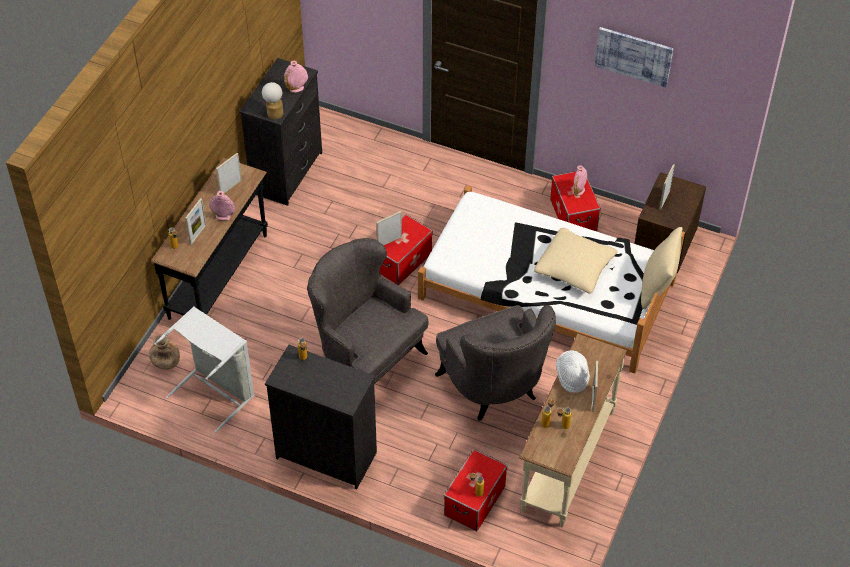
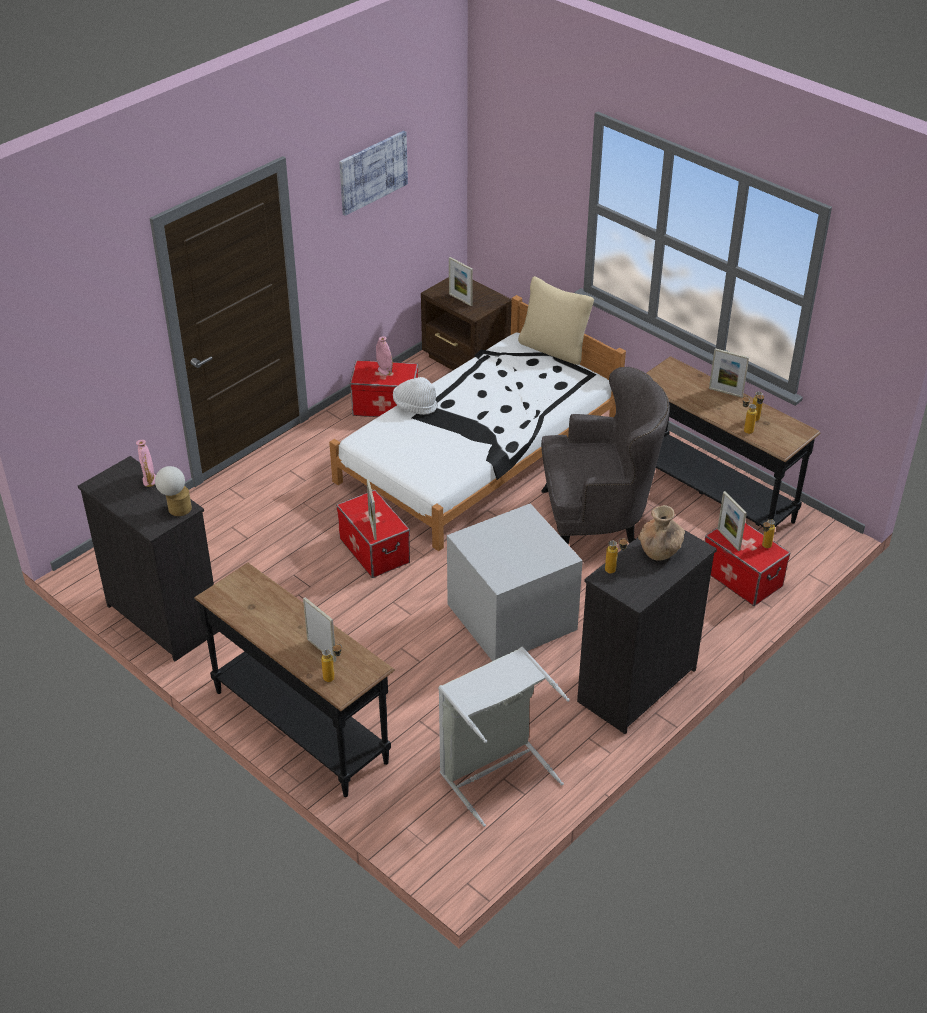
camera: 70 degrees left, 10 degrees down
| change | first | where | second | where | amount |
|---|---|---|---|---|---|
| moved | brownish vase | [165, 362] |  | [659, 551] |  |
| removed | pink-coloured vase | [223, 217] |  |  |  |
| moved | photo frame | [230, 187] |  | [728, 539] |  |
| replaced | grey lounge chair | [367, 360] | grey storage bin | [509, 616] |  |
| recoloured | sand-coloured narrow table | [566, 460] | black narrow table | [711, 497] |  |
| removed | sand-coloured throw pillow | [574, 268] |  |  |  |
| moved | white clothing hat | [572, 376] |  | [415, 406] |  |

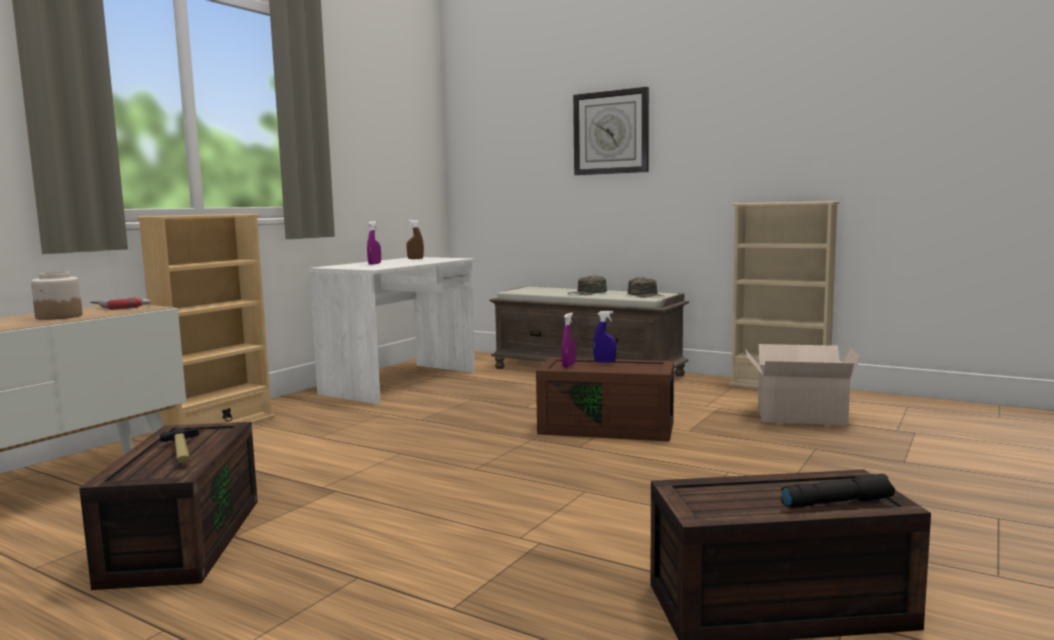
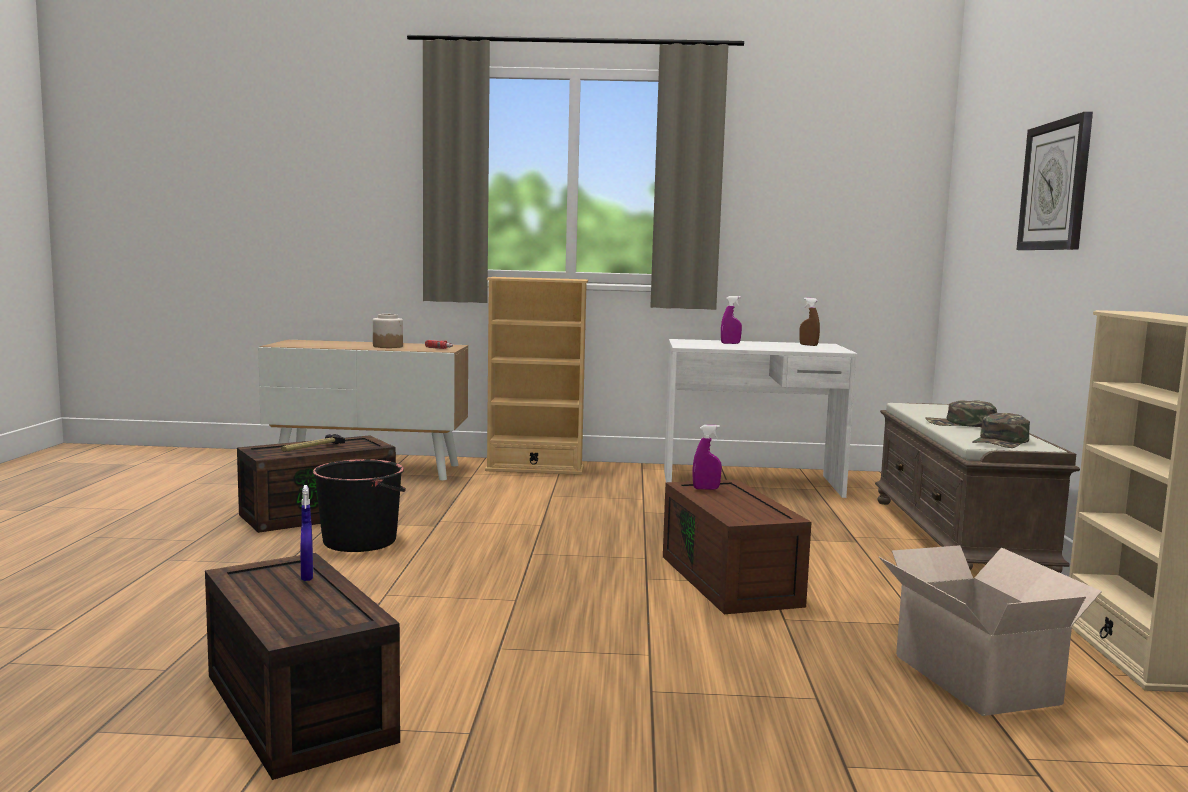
camera: 60 degrees right, 0 degrees up
| change | first | where | second | where | amount |
|---|---|---|---|---|---|
| moved | blue spray bottle | [604, 362] |  | [307, 576] |  |
| removed | black torch | [836, 502] |  |  |  |
| added |  |  | black bucket | [361, 541] |  |

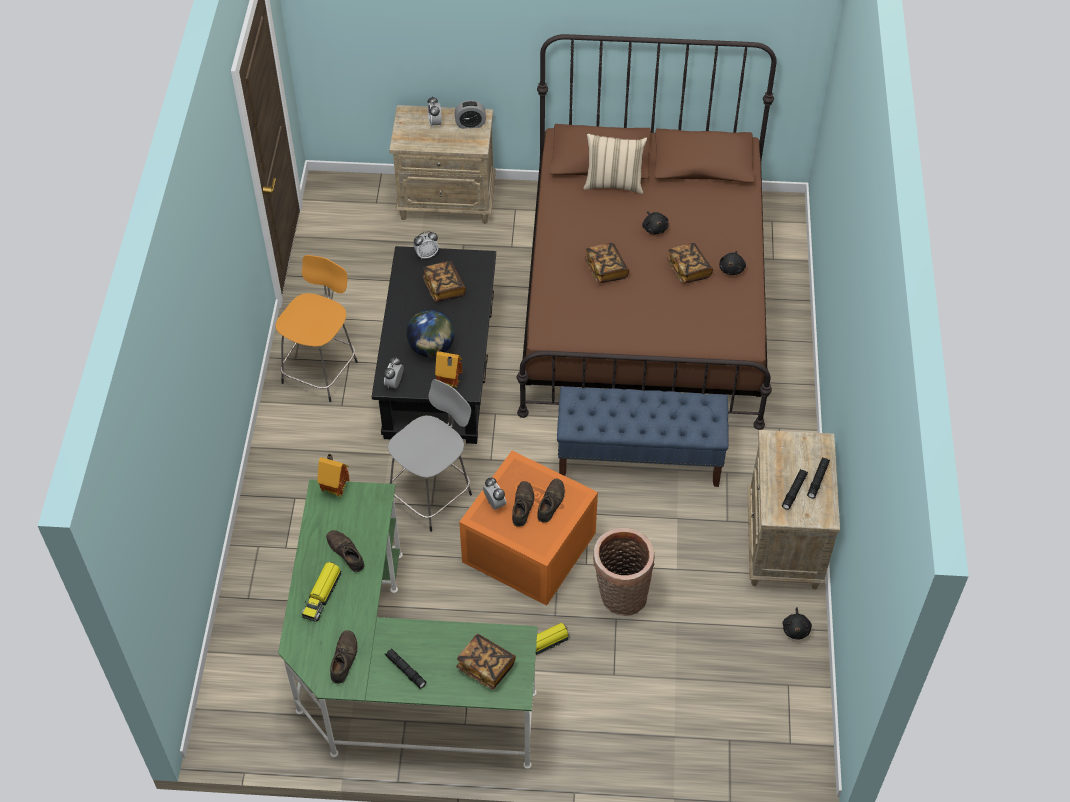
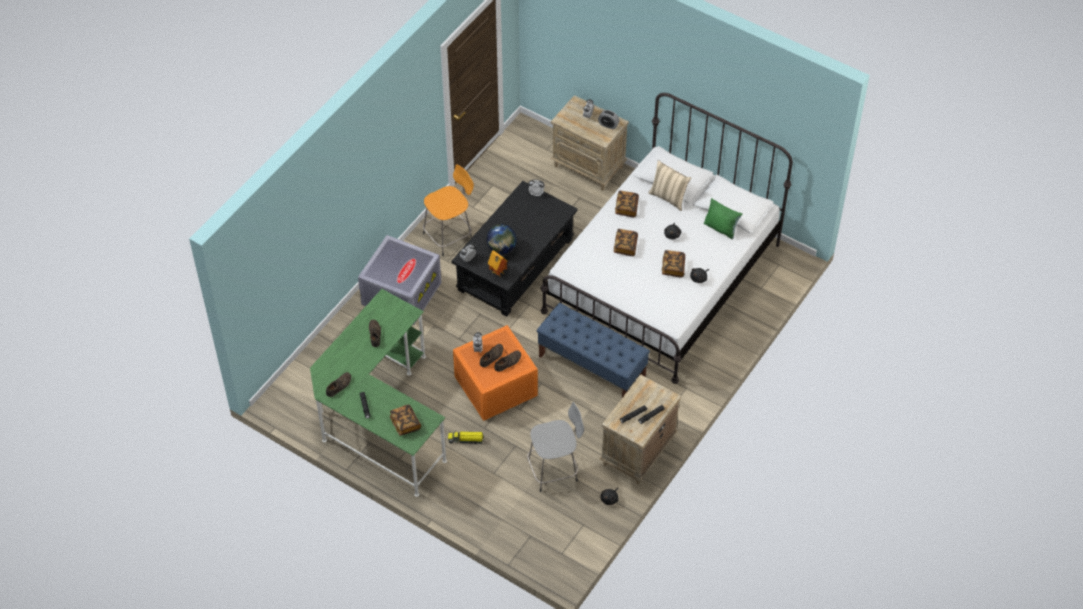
camera: 30 degrees right, 0 degrees up
| change | first | where | second | where | amount |
|---|---|---|---|---|---|
| removed | toy truck | [322, 595] |  |  |  |
| removed | miniature house | [336, 489] |  |  |  |
| moved | grey sitting stool | [432, 494] |  | [554, 470] |  |
| moved | bound book | [444, 288] |  | [626, 208] |  |
| recoloured | brownish bedroom bed | [644, 300] | white bedroom bed | [662, 278] |  |
| removed | household basket | [620, 596] |  |  |  |
| added |  |  | grey storage bin | [401, 292] |  |
| added |  |  | green-coloured throw pillow | [721, 228] |  |

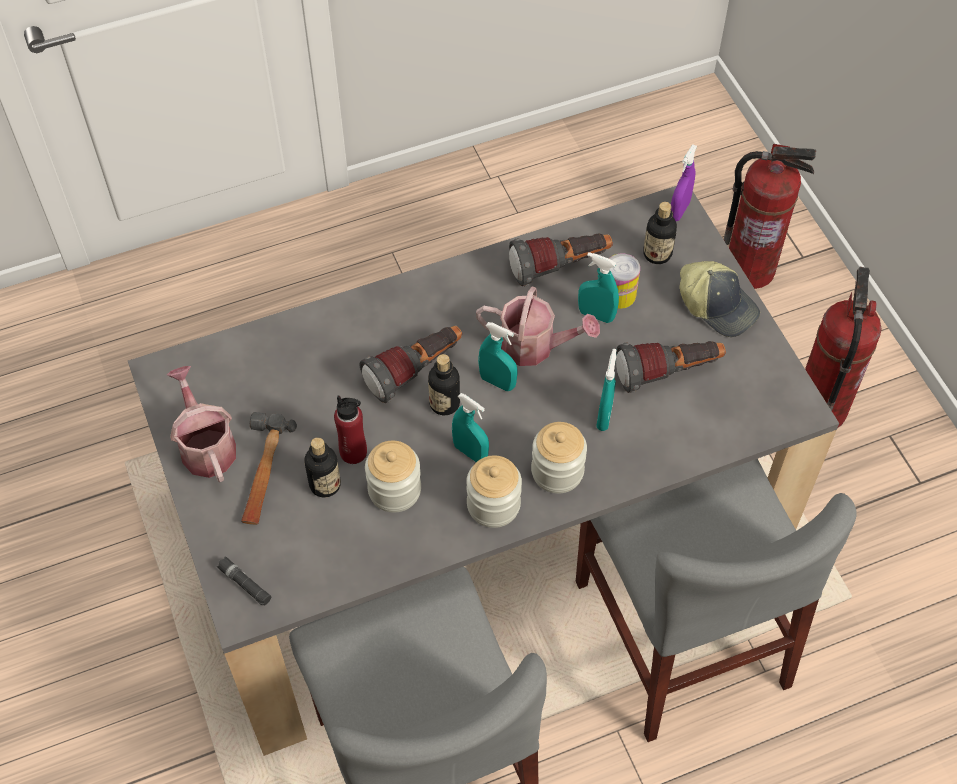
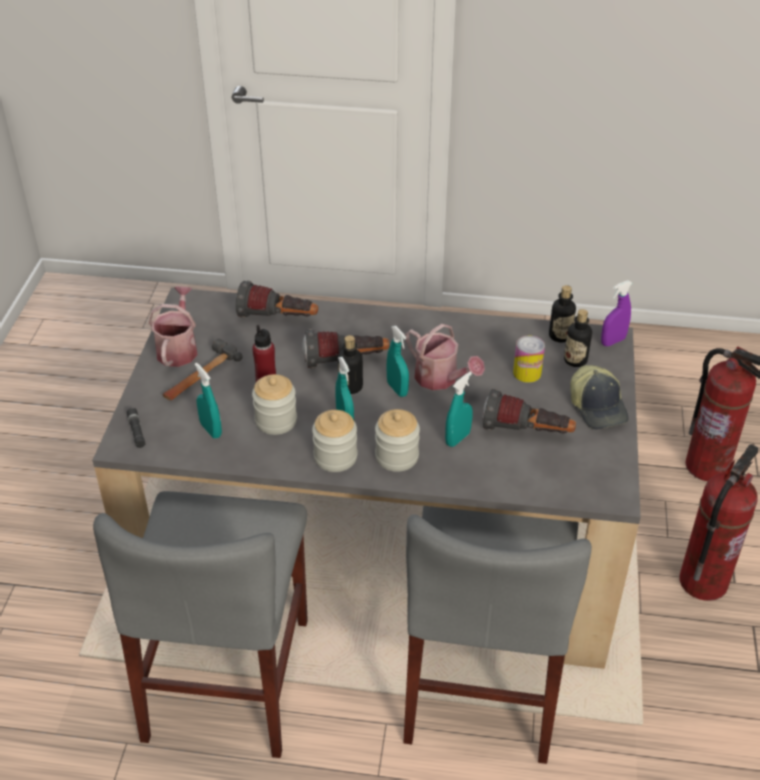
camera: 30 degrees right, 15 degrees down
| change | first | where | second | where | amount |
|---|---|---|---|---|---|
| moved | bottle | [325, 484] |  | [560, 336] |  |
| moved | torch | [560, 267] |  | [278, 318] |  |
| moved | blue-green spray bottle | [596, 315] |  | [211, 430] |  |

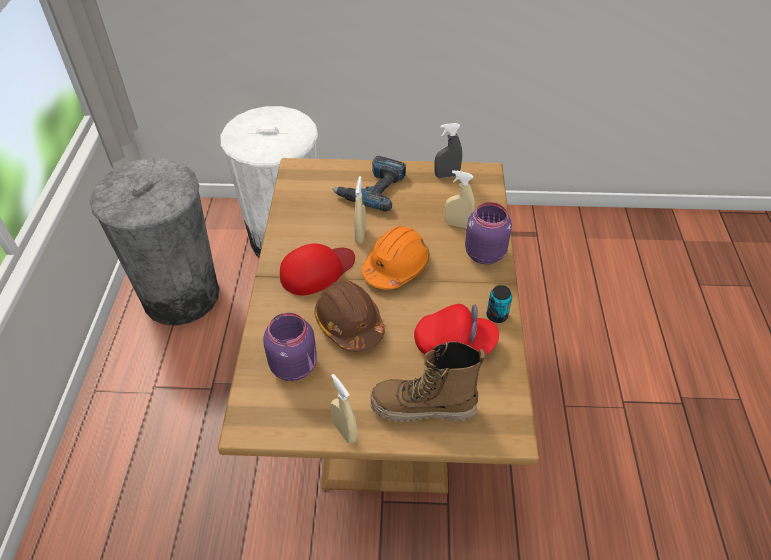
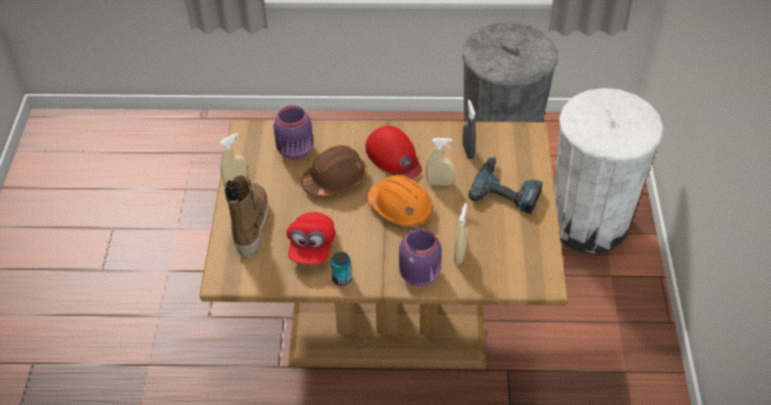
camera: 90 degrees right, 0 degrees up
| change | first | where | second | where | amount |
|---|---|---|---|---|---|
| moved | grey spray bottle | [446, 175] |  | [468, 151] |  |

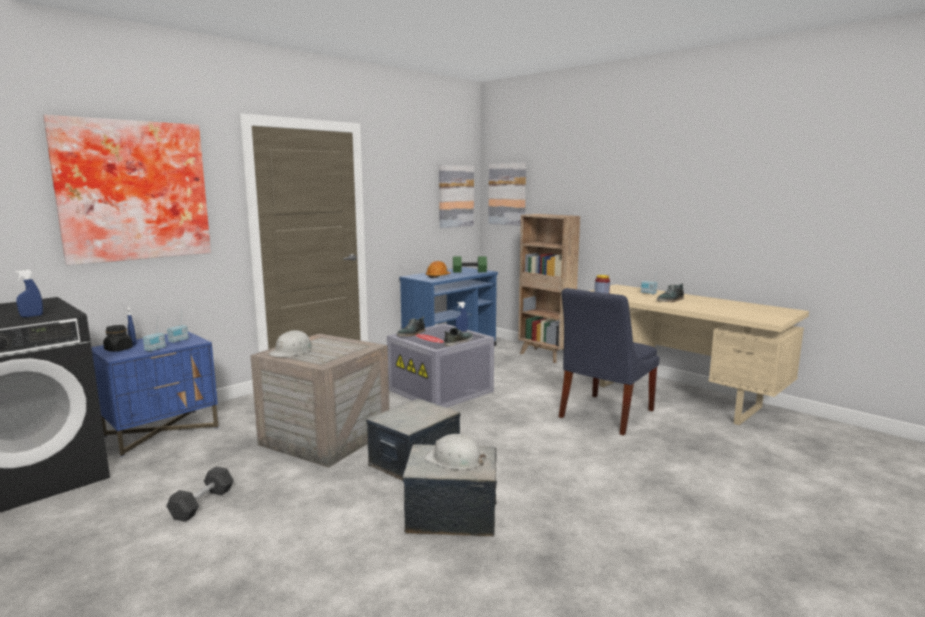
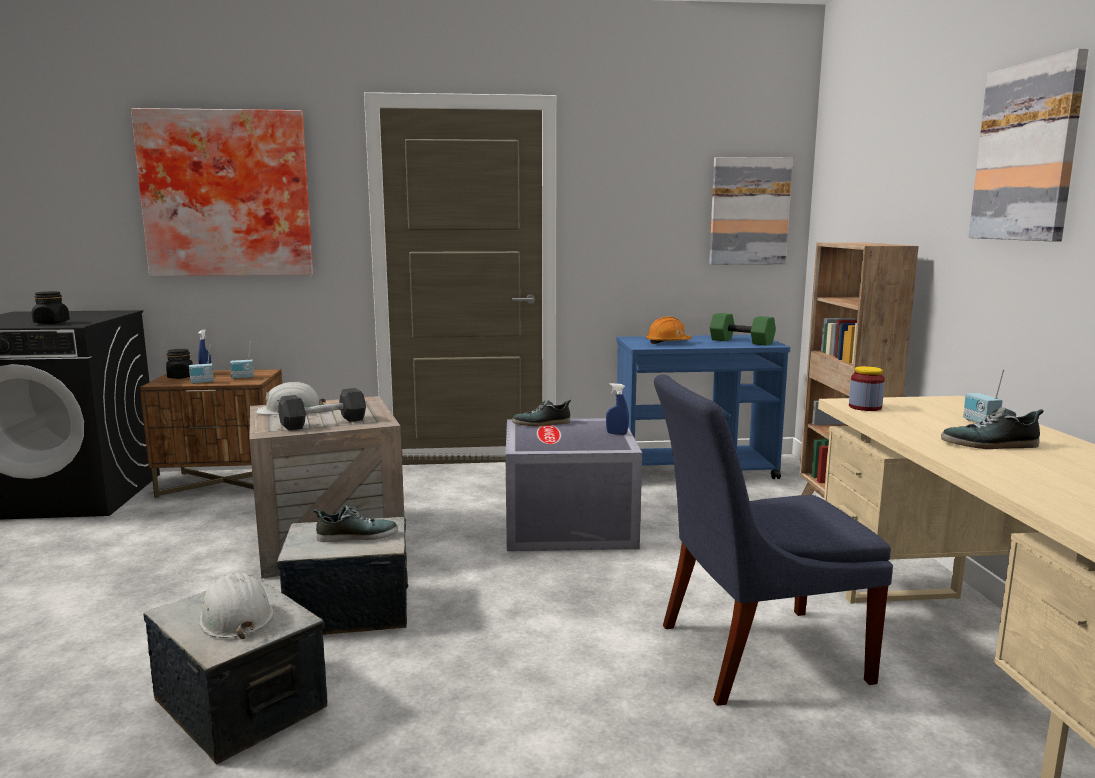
camera: 40 degrees right, 0 degrees up
| change | first | where | second | where | amount |
|---|---|---|---|---|---|
| replaced | blue spray bottle | [32, 316] | black jar | [51, 323] |  |
| recoloured | blue night table | [162, 431] | brownish night table | [225, 483] |  |
| moved | black free weight | [202, 504] |  | [323, 423] |  |
| moved | shoe | [458, 342] |  | [357, 535] |  |
| moved | picture | [507, 194] |  | [1027, 152] |  |

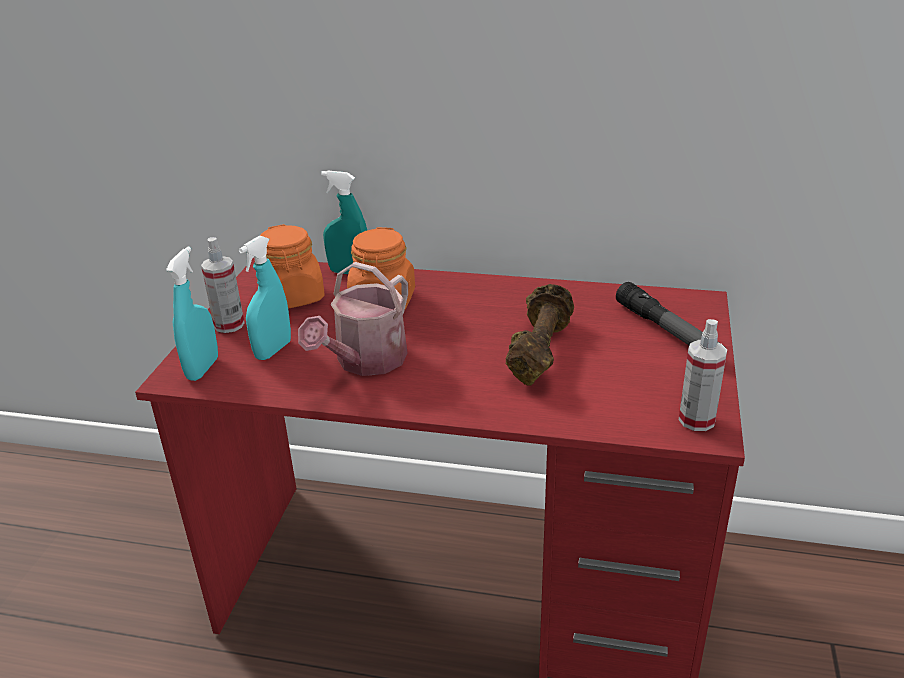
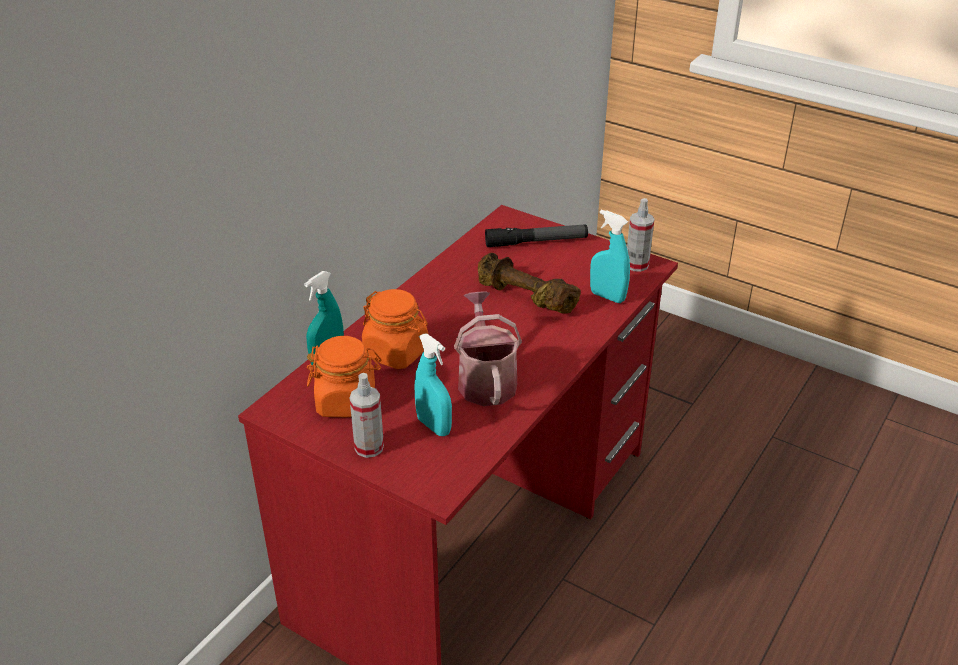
camera: 70 degrees left, 5 degrees up
| change | first | where | second | where | amount |
|---|---|---|---|---|---|
| moved | blue-green spray bottle | [202, 368] |  | [607, 296] |  |
| turned | watering can | [365, 362] |  | [486, 379] | 150 degrees counterclockwise |

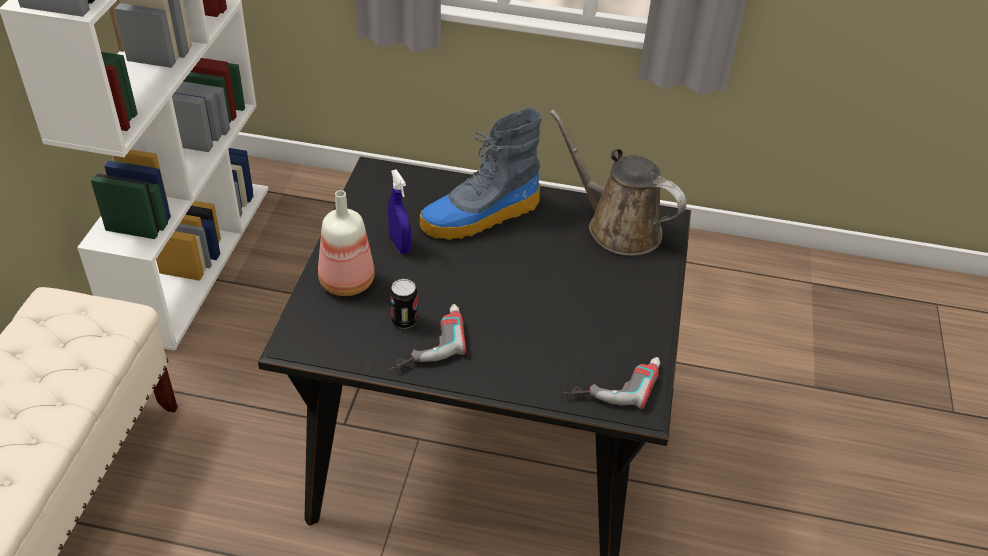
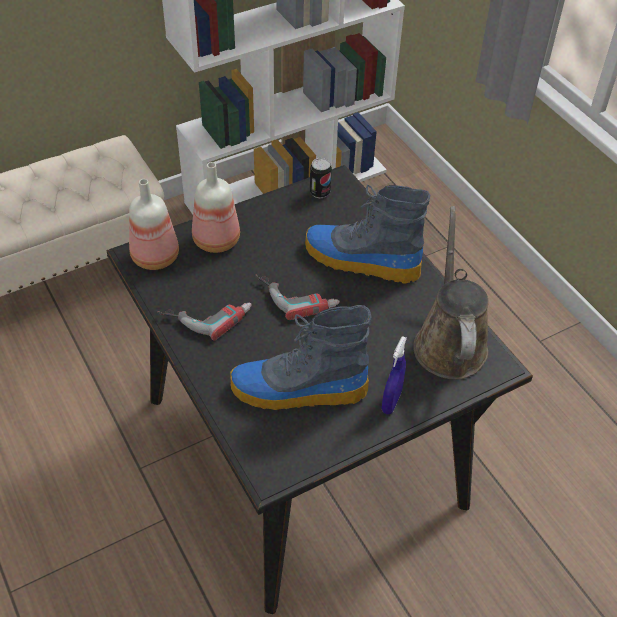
camera: 50 degrees right, 5 degrees up
| change | first | where | second | where | amount |
|---|---|---|---|---|---|
| moved | blue spray bottle | [400, 244] |  | [391, 402] |  |
| moved | can | [404, 321] |  | [319, 192] |  |
| moved | electric drill | [613, 381] |  | [297, 294] |  |
| added |  |  | bottle | [156, 256] |  |
| added |  |  | high-top boot | [297, 391] |  |

